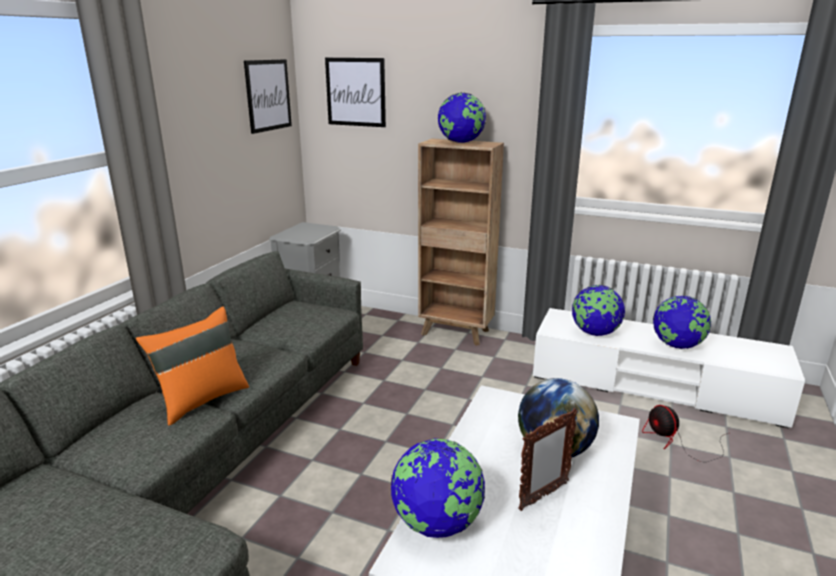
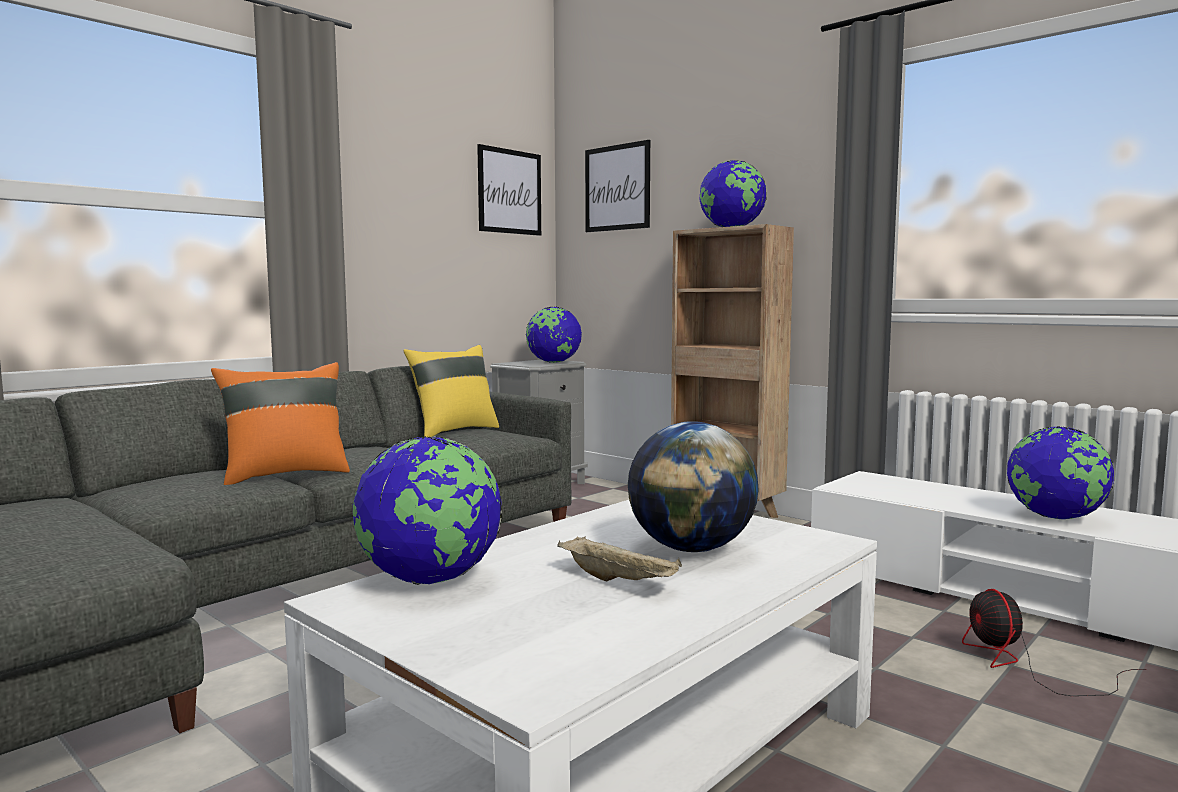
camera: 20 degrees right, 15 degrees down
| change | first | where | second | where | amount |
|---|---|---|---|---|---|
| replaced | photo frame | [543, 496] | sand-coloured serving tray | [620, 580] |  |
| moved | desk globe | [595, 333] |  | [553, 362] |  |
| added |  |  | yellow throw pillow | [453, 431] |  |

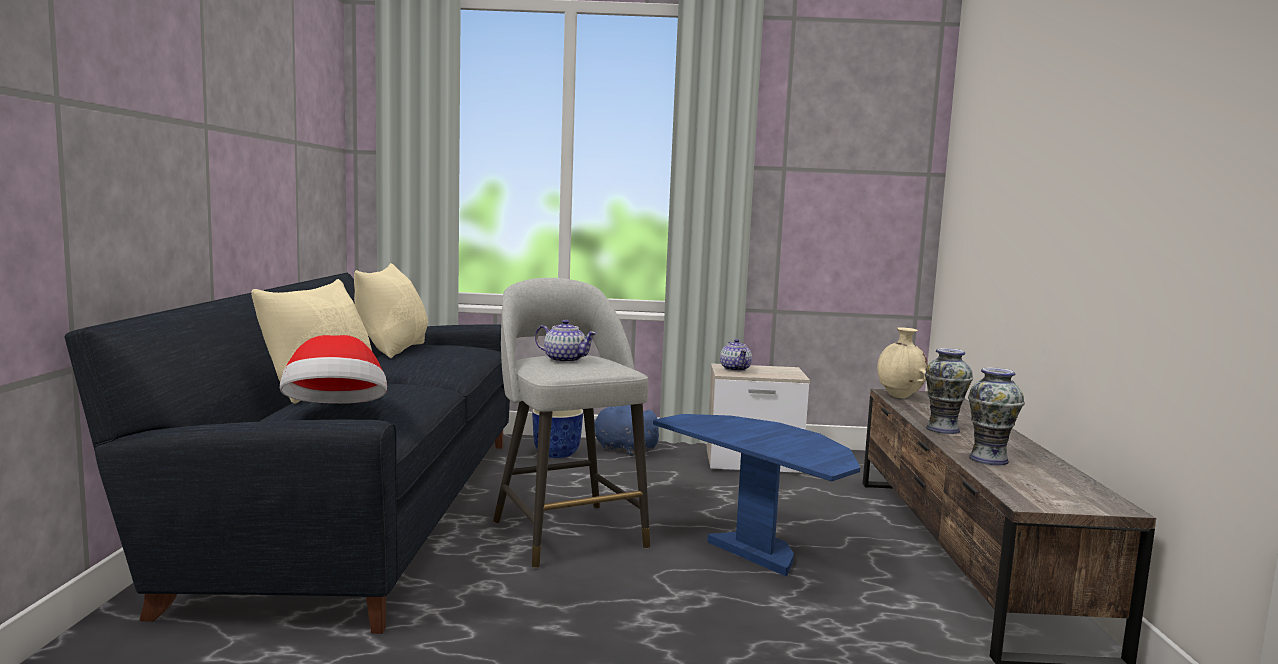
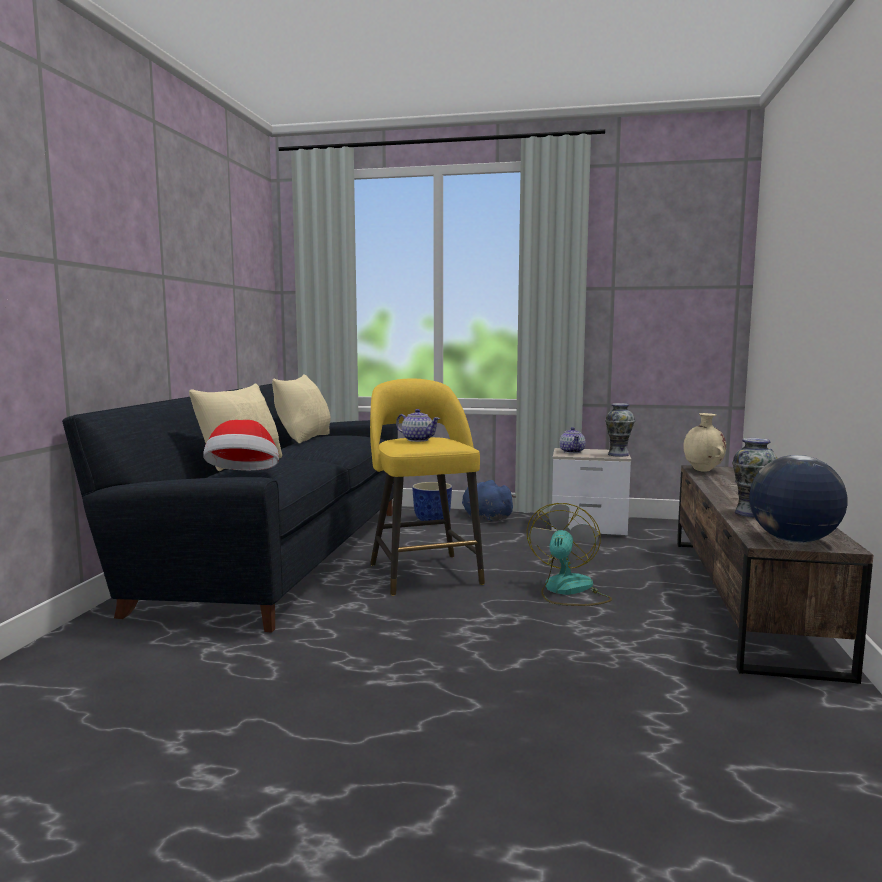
camera: 10 degrees right, 0 degrees up
| change | first | where | second | where | amount |
|---|---|---|---|---|---|
| recoloured | grey sitting stool | [567, 532] | yellow sitting stool | [424, 572] |  |
| replaced | blue side table | [756, 553] | fan | [568, 591] |  |
| moved | vase | [942, 429] |  | [618, 454] |  |
| added |  |  | desk globe | [793, 540] |  |

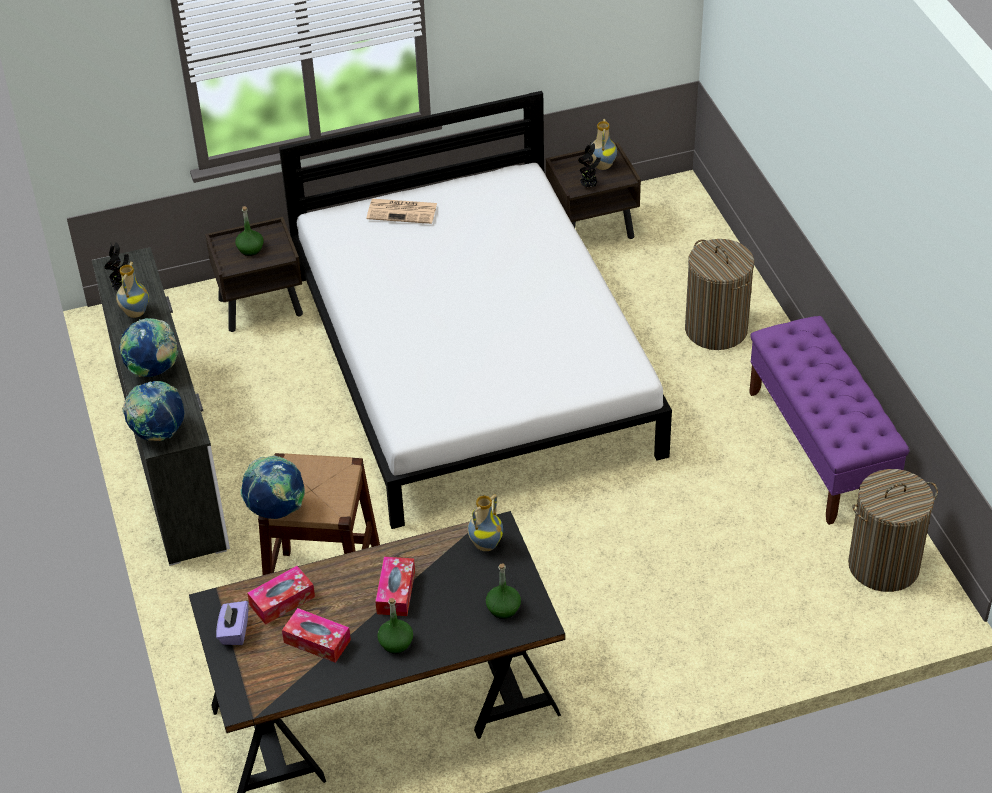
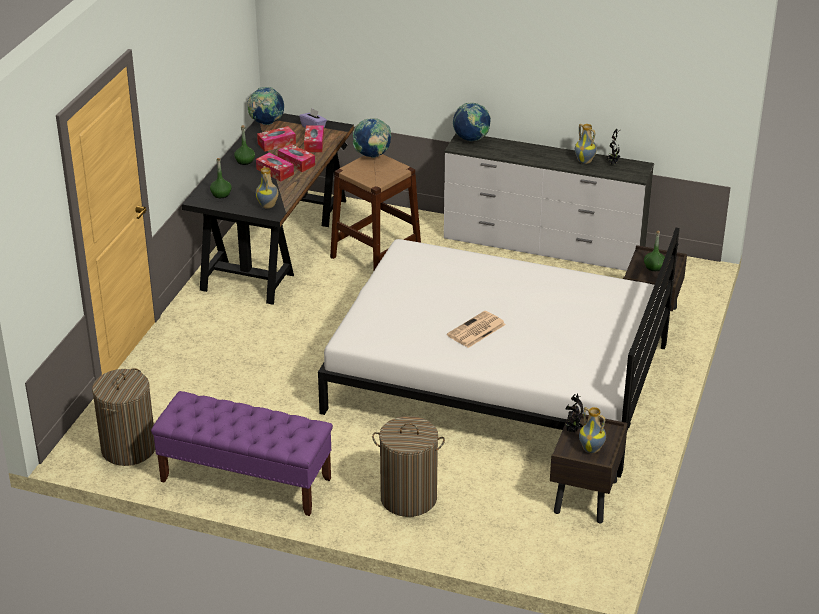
camera: 125 degrees right, 10 degrees down
| change | first | where | second | where | amount |
|---|---|---|---|---|---|
| moved | desk globe | [153, 370] |  | [266, 123] |  |
| moved | newspaper | [403, 211] |  | [476, 330] |  |
| added |  |  | box of tissues | [296, 163] |  |

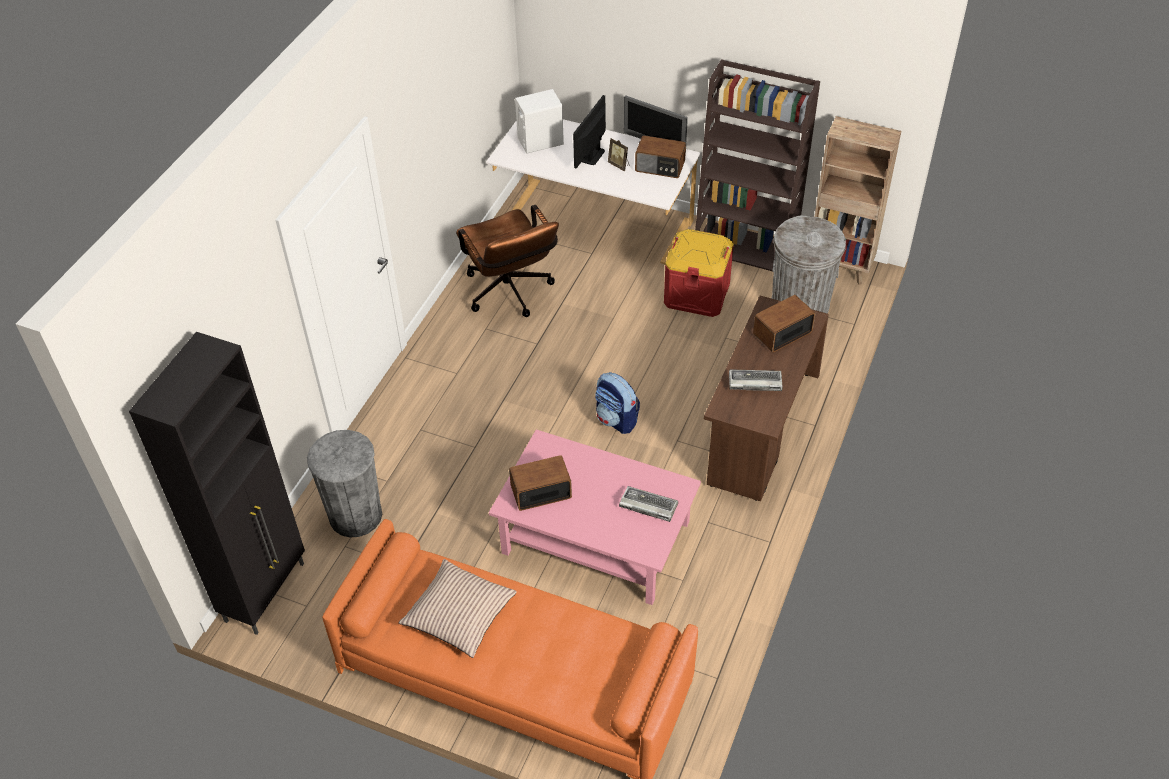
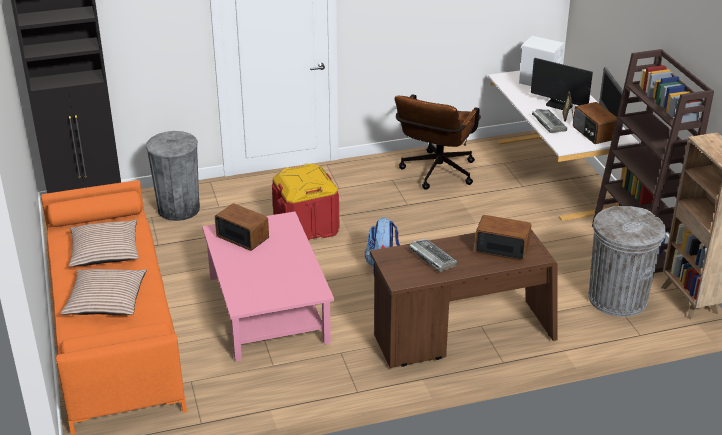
camera: 50 degrees right, 15 degrees down
| change | first | where | second | where | amount |
|---|---|---|---|---|---|
| turned | monitor | [592, 155] |  | [559, 105] | 135 degrees counterclockwise |
| moved | PC keyboard | [647, 506] |  | [548, 123] |  |
| moved | red-coloured storage bin | [697, 294] |  | [306, 227] |  |
| added |  |  | throw pillow | [106, 300] |  |

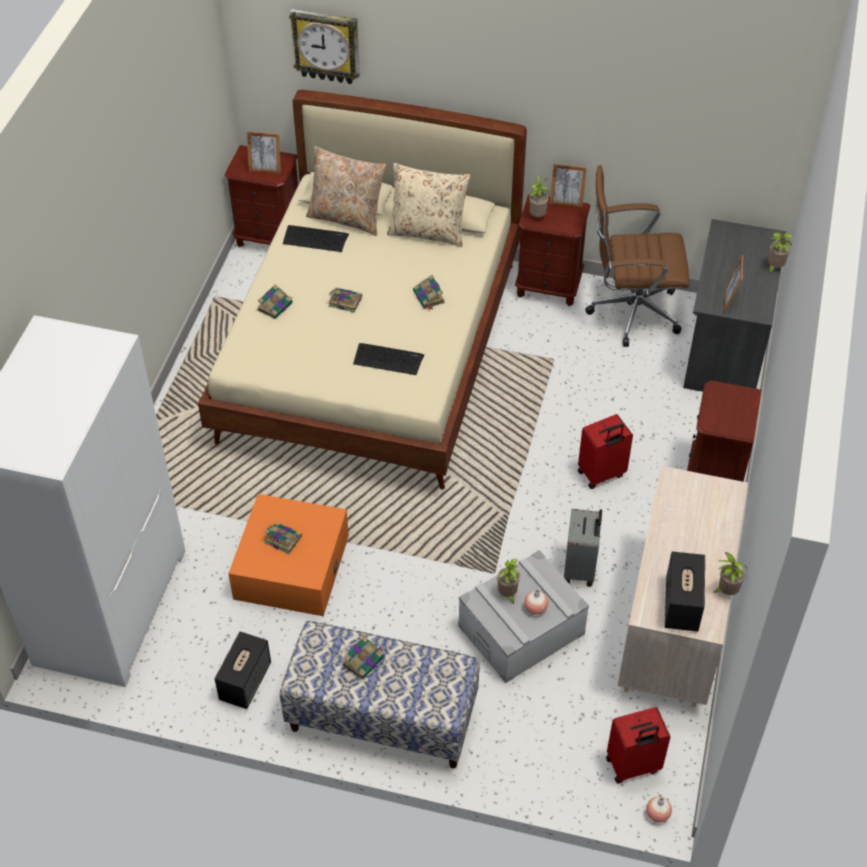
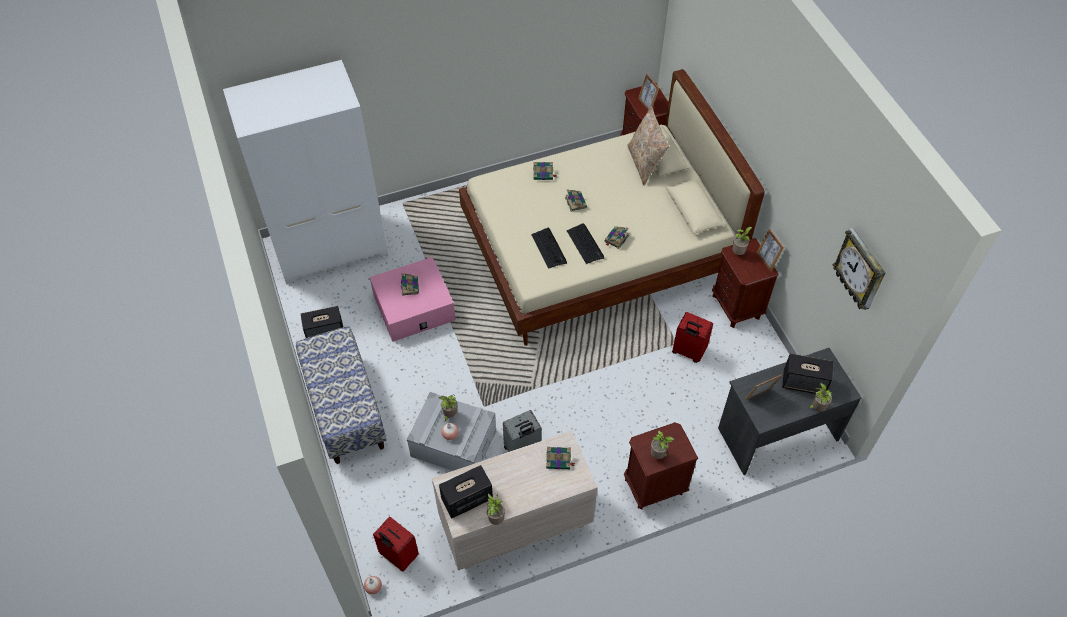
camera: 55 degrees right, 5 degrees up
| change | first | where | second | where | amount |
|---|---|---|---|---|---|
| recoloured | orange-coloured storage bin | [291, 567] | pink-coloured storage bin | [414, 307] |  |
| moved | PC keyboard | [315, 239] |  | [585, 244] |  |
| moved | hanging clock | [326, 45] |  | [860, 270] |  |
| moved | bound book | [363, 660] |  | [559, 460] |  |
| removed | sand-coloured throw pillow | [428, 232] |  |  |  |
| moved | red-coloured piece of luggage | [601, 474] |  | [688, 352] |  |
| removed | brownish computer chair | [630, 312] |  |  |  |
| added |  |  | potted plant | [658, 455] |  |
| added |  |  | loudspeaker | [804, 383] |  |

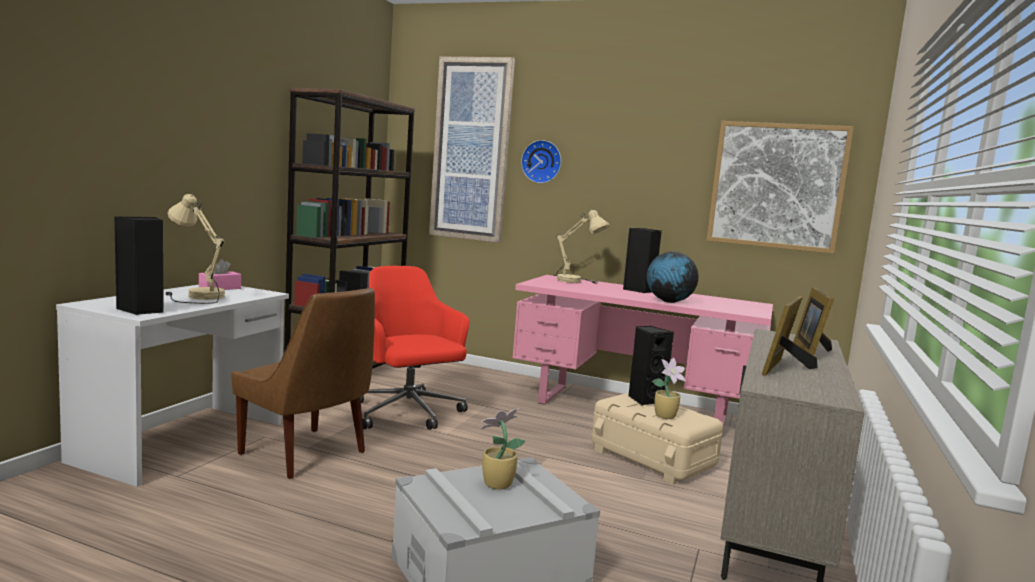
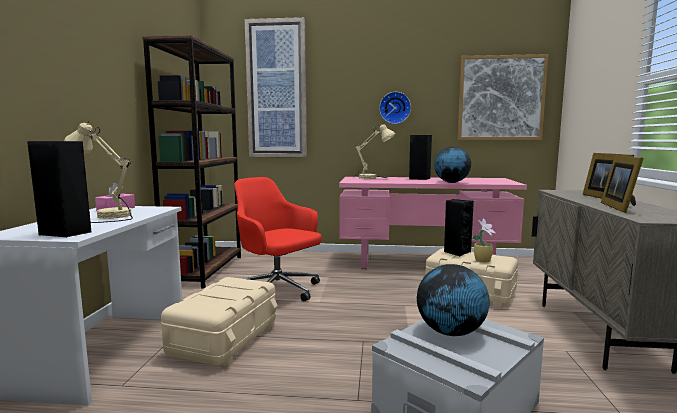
camera: 15 degrees left, 0 degrees up
| change | first | where | second | where | amount |
|---|---|---|---|---|---|
| replaced | brownish upright chair | [306, 454] | sand-coloured storage bin | [225, 340] |  |
| replaced | potted plant | [496, 484] | desk globe | [450, 333] |  |
| moved | hanging clock | [542, 161] |  | [395, 108] |  |

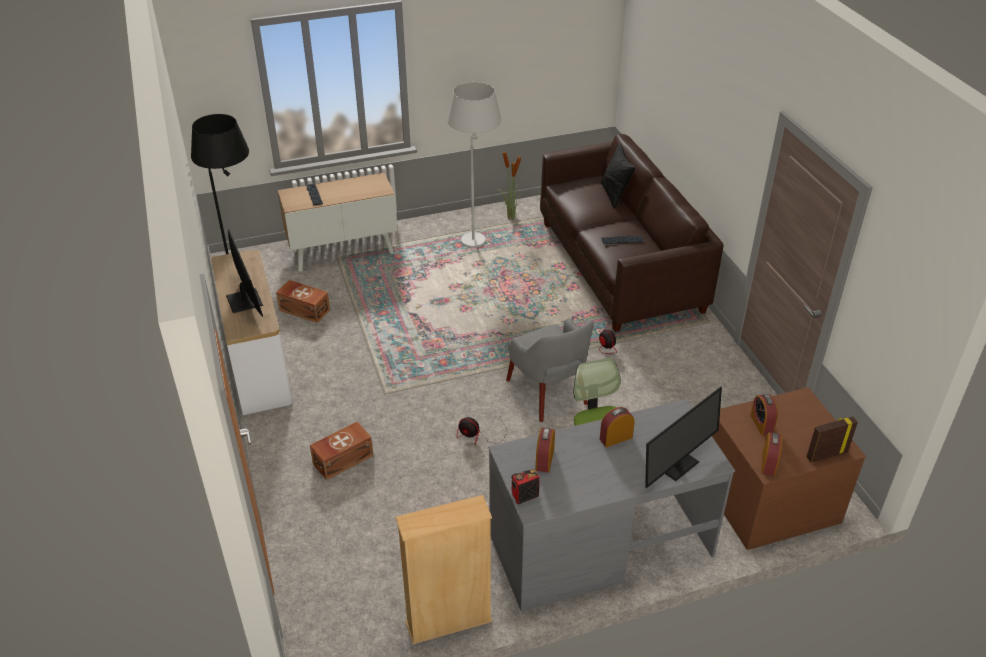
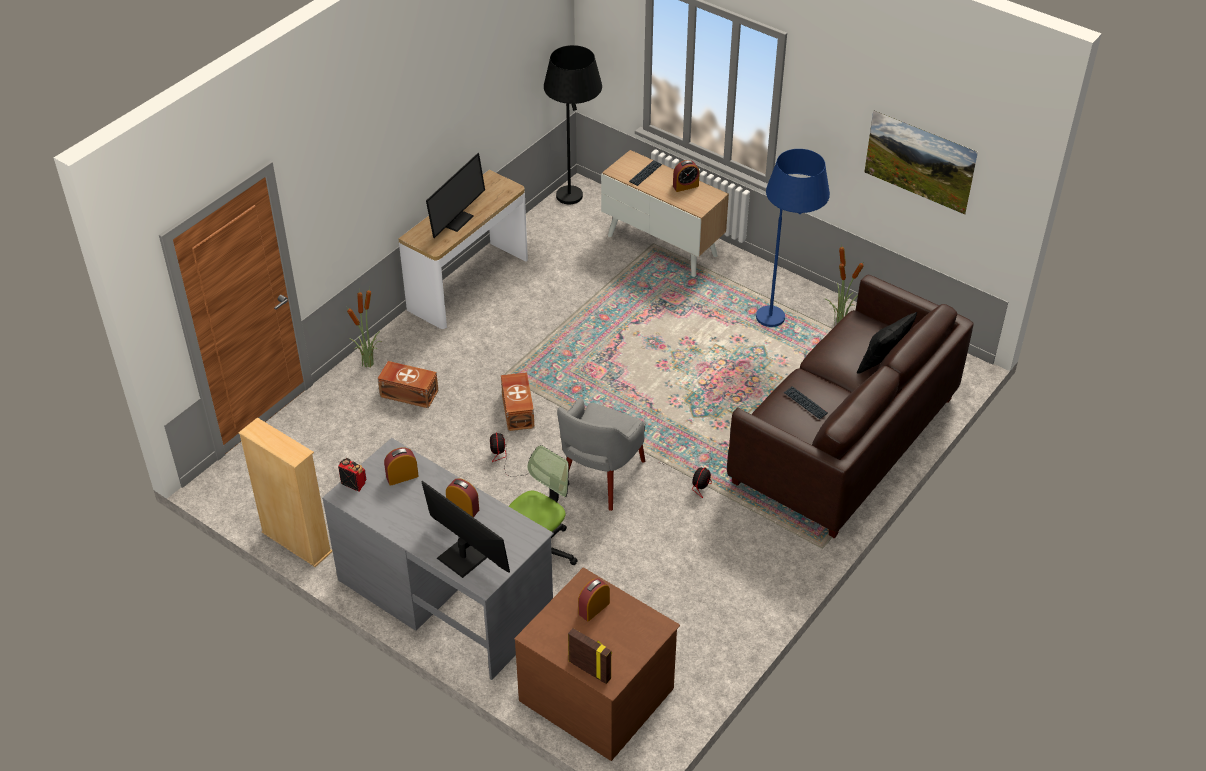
camera: 55 degrees right, 5 degrees up
| change | first | where | second | where | amount |
|---|---|---|---|---|---|
| moved | brownish storage bin | [304, 309] |  | [518, 410] |  |
| recoloured | white standing lamp | [475, 233] | blue standing lamp | [784, 313] |  |
| turned | monitor | [674, 462] |  | [463, 556] | 150 degrees counterclockwise |
| moved | bedside clock | [768, 463] |  | [685, 186] |  |
| added |  |  | potted plant | [369, 364] |  |
| added |  |  | picture | [916, 177] |  |

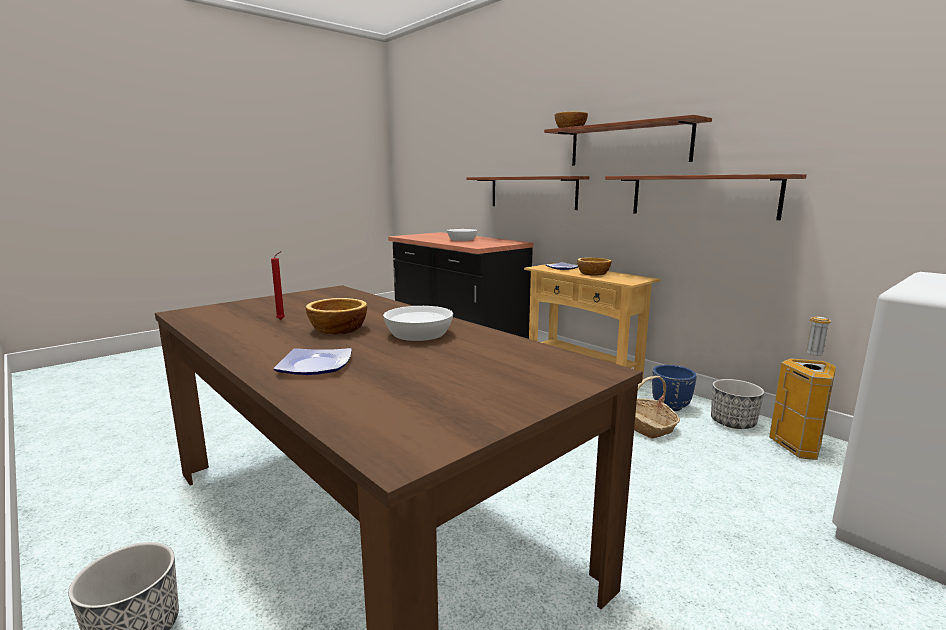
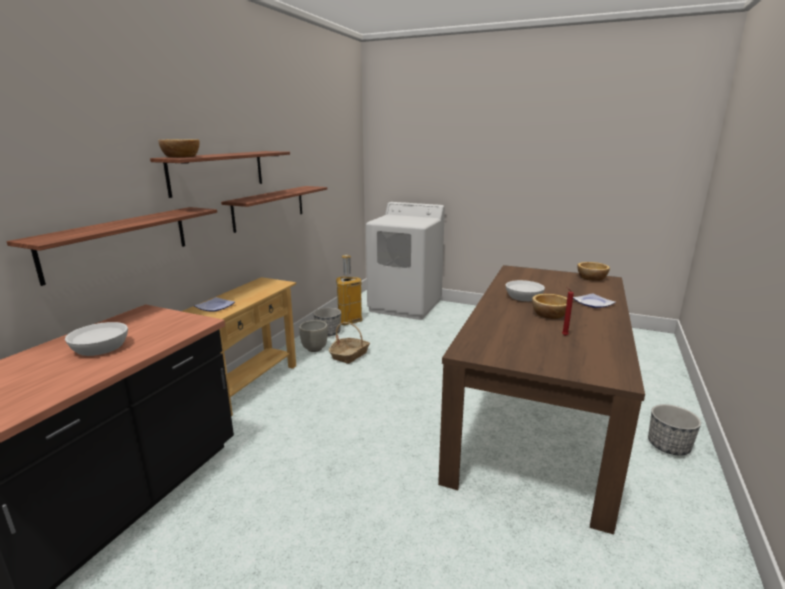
camera: 115 degrees left, 5 degrees up
| change | first | where | second | where | amount |
|---|---|---|---|---|---|
| moved | serving bowl | [593, 274] |  | [592, 278] |  |
| recoloured | blue flower pot | [671, 407] | grey flower pot | [314, 349] |  |

